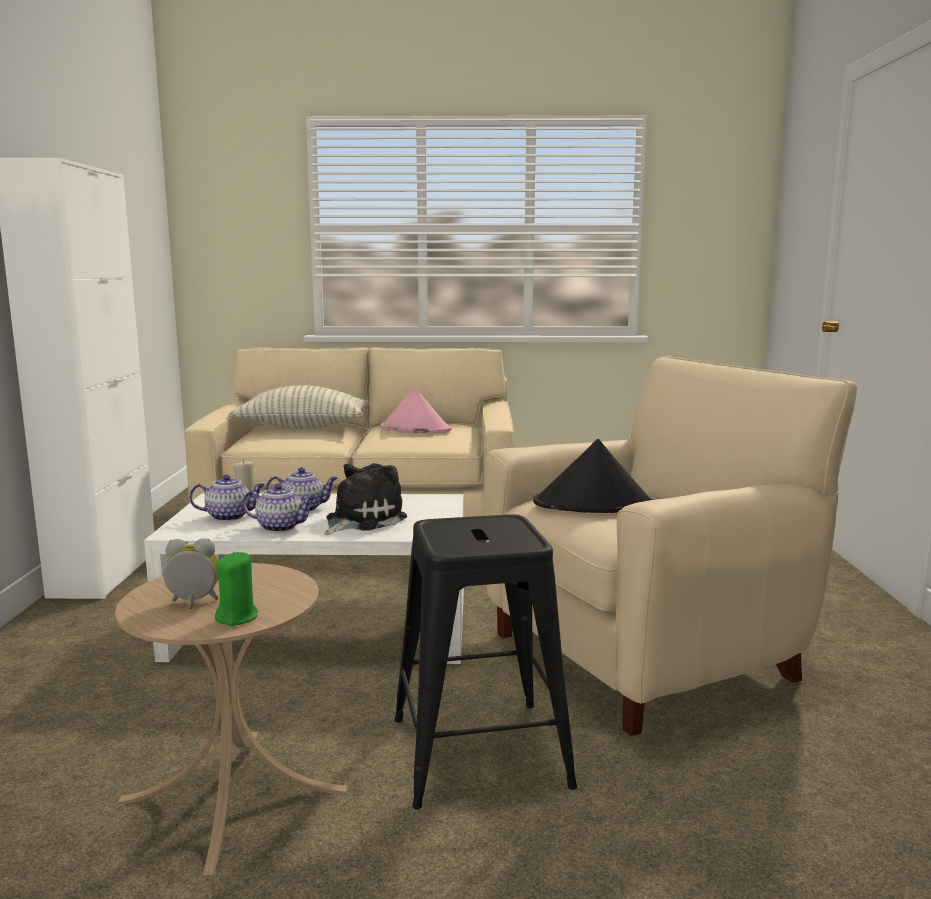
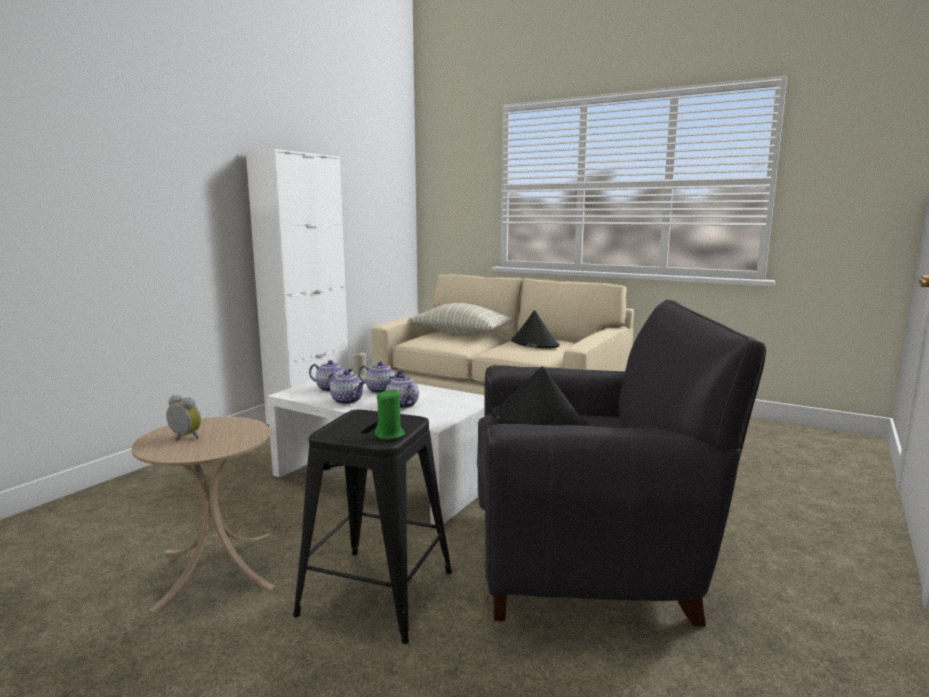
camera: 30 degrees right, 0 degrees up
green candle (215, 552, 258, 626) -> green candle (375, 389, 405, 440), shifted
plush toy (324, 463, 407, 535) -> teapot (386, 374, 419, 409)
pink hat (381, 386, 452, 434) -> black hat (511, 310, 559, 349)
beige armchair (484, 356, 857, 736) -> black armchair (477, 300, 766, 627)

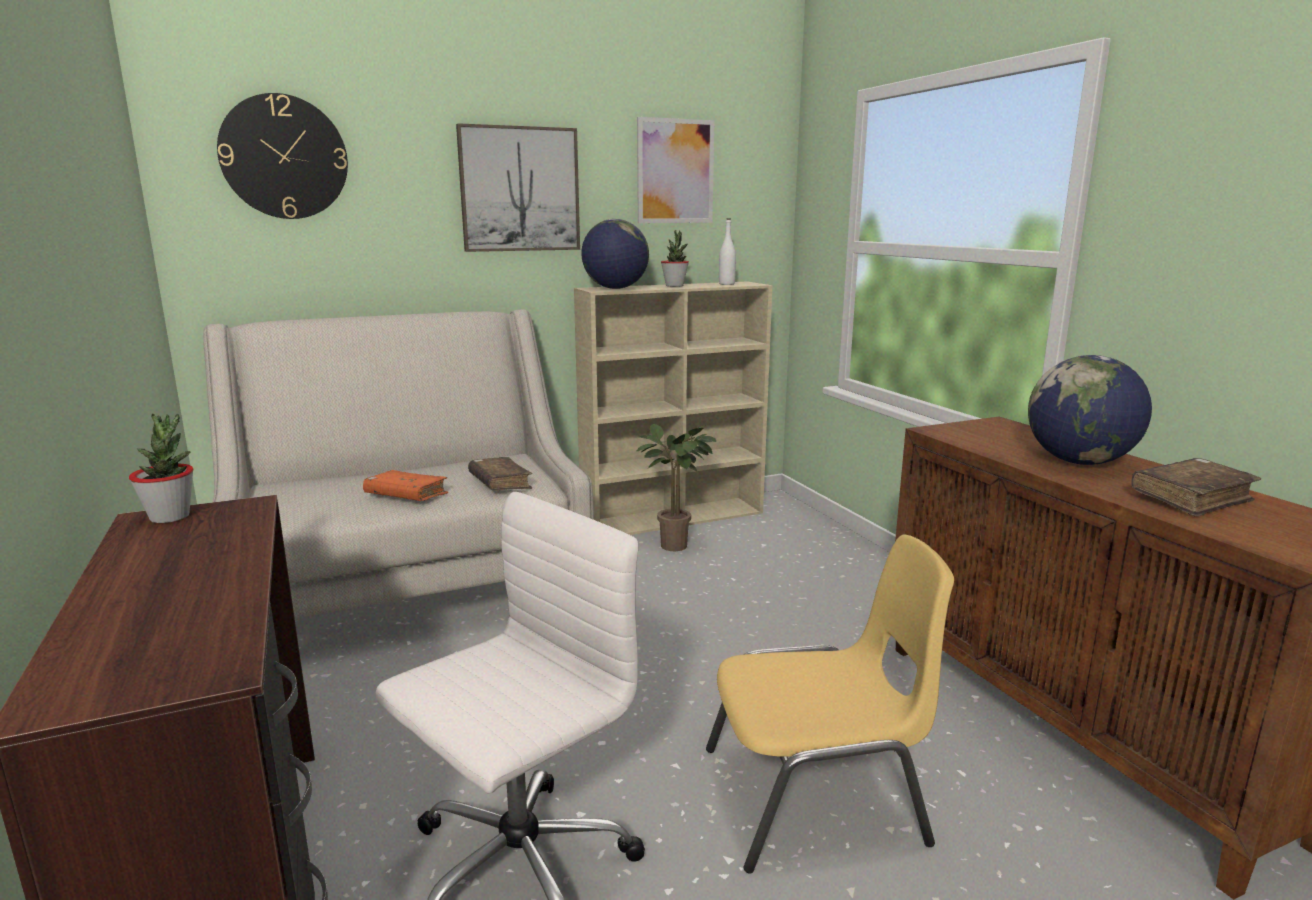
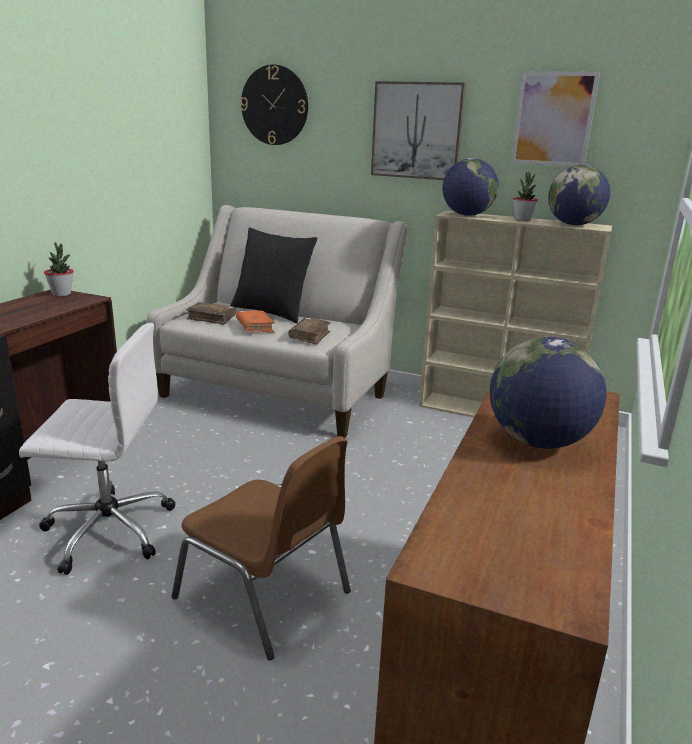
camera: 45 degrees right, 5 degrees up
potted plant (636, 424, 716, 551) -> none
yellow chair (706, 535, 954, 874) -> brown chair (172, 436, 351, 660)
white bottle (719, 219, 736, 285) -> globe (548, 165, 610, 225)
brown book (1131, 458, 1261, 517) -> brown book (186, 302, 236, 325), shifted
none -> black pillow (230, 227, 318, 323)

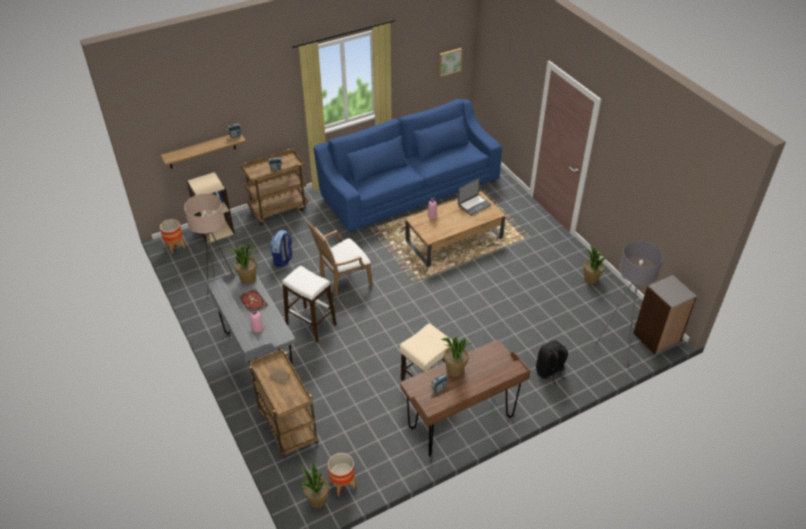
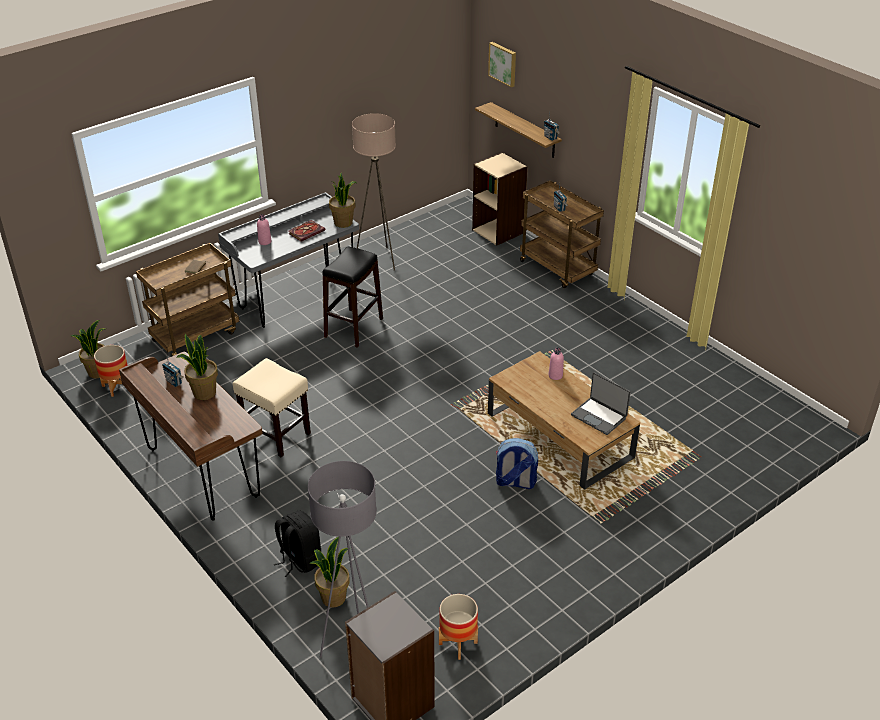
camera: 80 degrees right, 5 degrees down
planter (160, 219, 185, 254) -> planter (439, 594, 478, 660), shifted
backpack (270, 230, 292, 267) -> backpack (496, 438, 538, 489), shifted
white stool (282, 266, 337, 343) -> black stool (322, 247, 383, 348)
white armchair (307, 221, 372, 297) -> none
blue sofa (314, 99, 502, 232) -> none
picture (439, 48, 462, 77) -> picture (488, 42, 516, 87), shifted
potted plant (583, 246, 606, 284) -> potted plant (310, 537, 350, 607), shifted

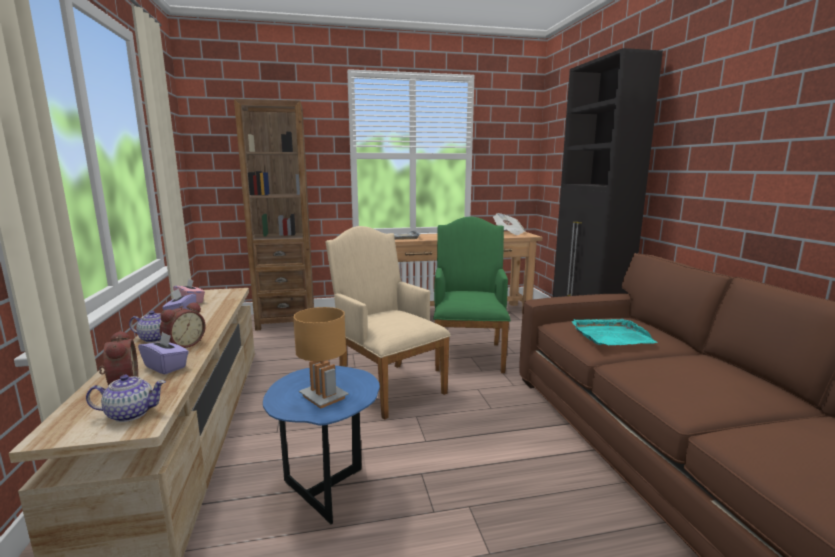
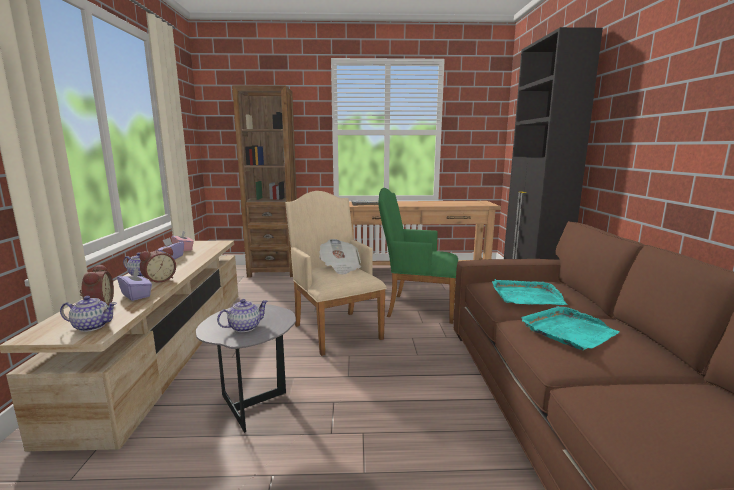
camera: 10 degrees right, 0 degrees up
blue side table (263, 366, 380, 525) -> grey side table (196, 304, 296, 433)
brown table lamp (293, 307, 349, 409) -> teapot (217, 299, 268, 332)
green armchair (433, 216, 511, 373) -> green armchair (378, 188, 458, 324), 90 degrees counterclockwise
newspaper (493, 213, 525, 235) -> newspaper (319, 239, 361, 275), shifted
none -> turquoise tray (521, 306, 620, 350)

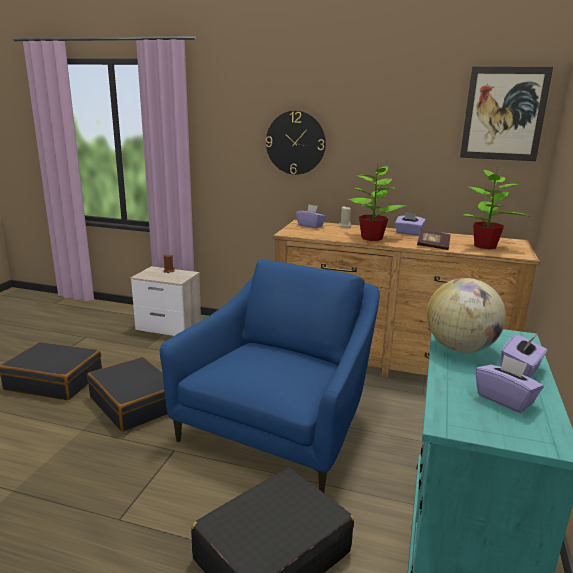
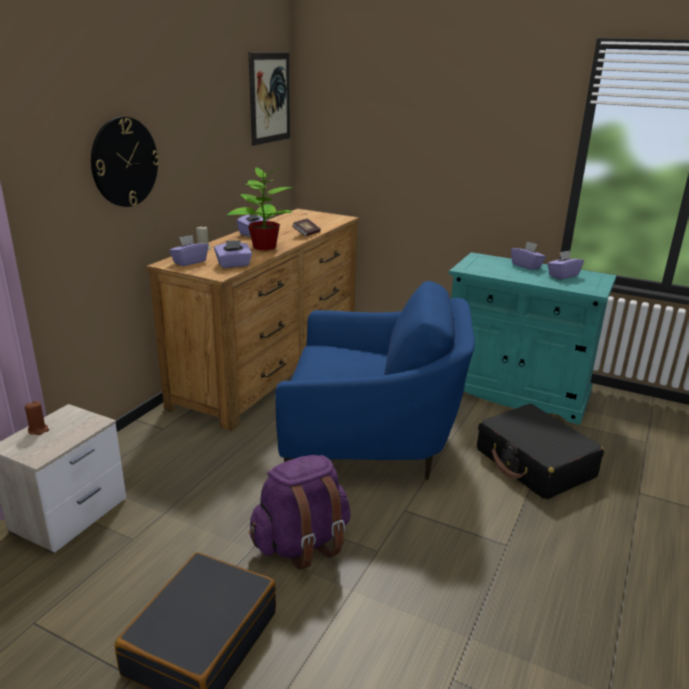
camera: 80 degrees left, 5 degrees up
black suitcase (87, 356, 168, 432) -> purple backpack (249, 455, 351, 570)
blue armchair (160, 260, 380, 493) -> blue armchair (275, 281, 475, 479), 150 degrees clockwise
globe (427, 278, 506, 353) -> none
potted plant (463, 168, 531, 249) -> none
none -> purple tissue box (214, 240, 252, 268)

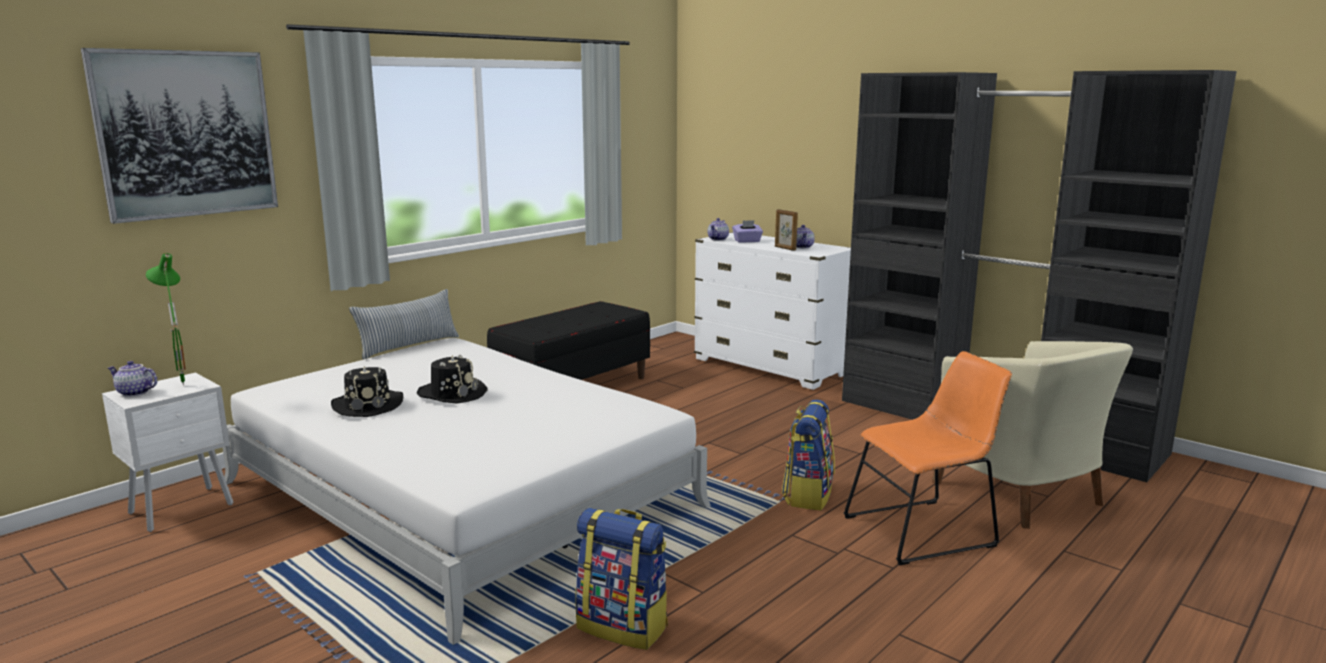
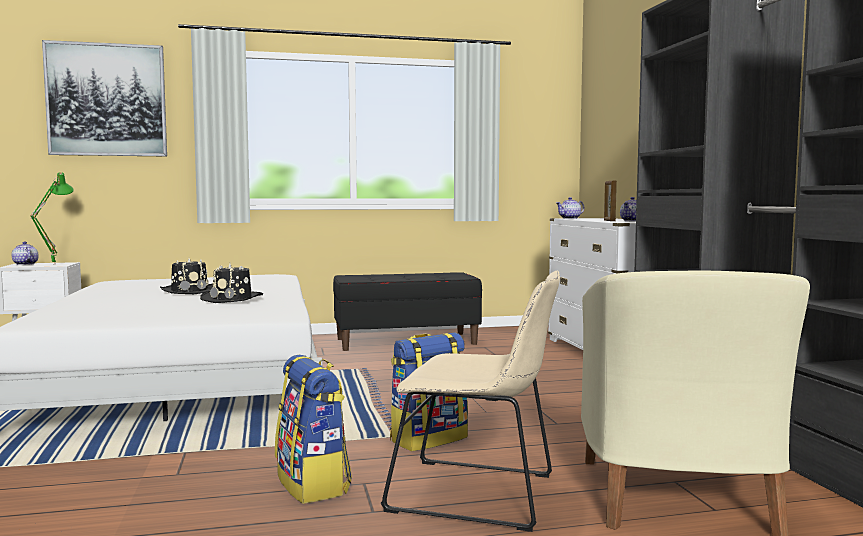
camera: 35 degrees right, 10 degrees down
black hat (331, 366, 403, 417) -> black hat (200, 263, 263, 303), shifted
pillow (349, 289, 459, 359) -> none
backpack (575, 508, 668, 650) -> backpack (275, 355, 352, 504), shifted
purple tissue box (732, 220, 763, 243) -> none
orange chair (843, 351, 1012, 566) -> beige chair (381, 271, 560, 532)

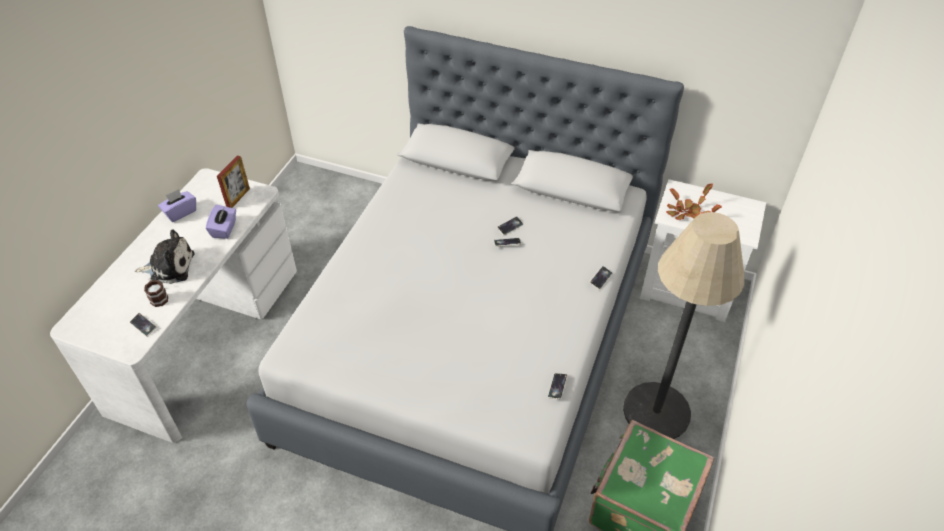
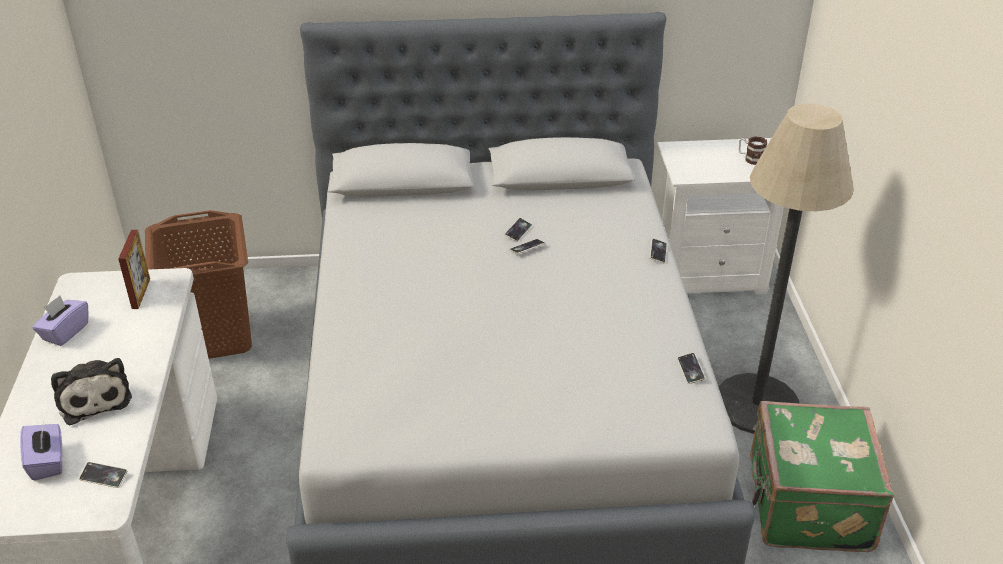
camera: 25 degrees left, 10 degrees down
plush toy (135, 230, 194, 284) -> plush toy (51, 358, 132, 425), 90 degrees clockwise
mug (144, 278, 168, 307) -> mug (739, 136, 767, 165), shifted
purple tissue box (206, 205, 236, 239) -> purple tissue box (20, 422, 62, 481), shifted
potted plant (666, 183, 722, 220) -> none
none -> brown laundry basket (145, 210, 252, 359)

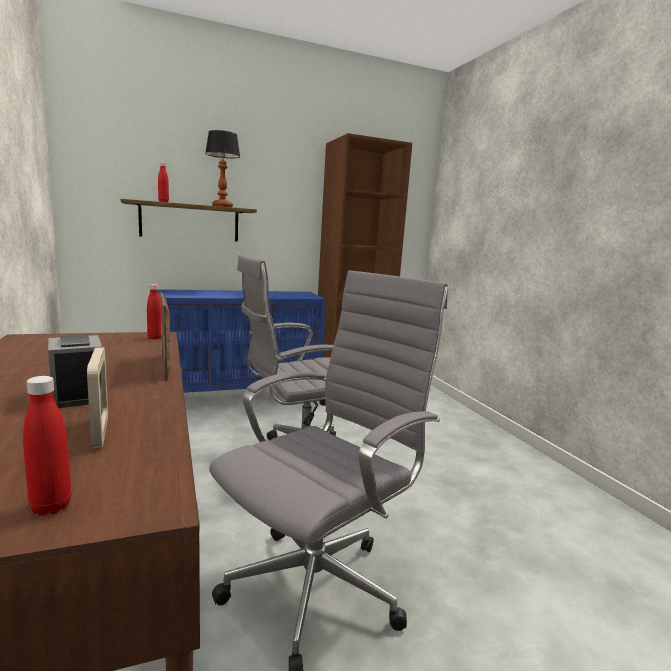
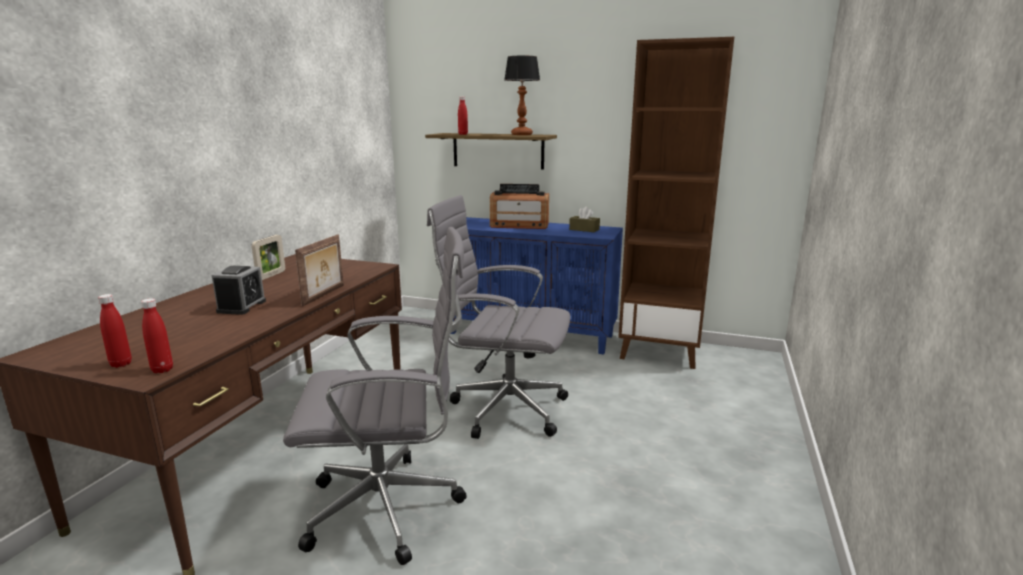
camera: 40 degrees right, 5 degrees up
picture frame (87, 347, 108, 448) -> picture frame (251, 235, 285, 280), shifted
red bottle (147, 284, 162, 339) -> red bottle (141, 298, 173, 373), shifted
none -> radio (490, 184, 549, 229)
none -> brown tissue box (569, 207, 600, 232)

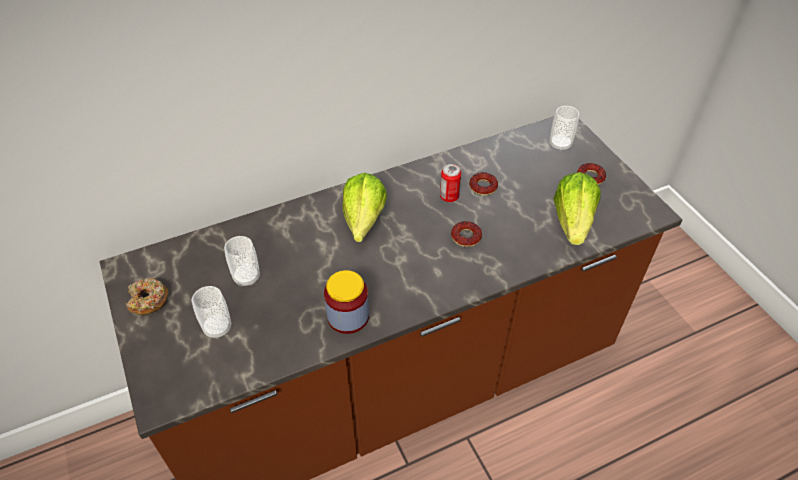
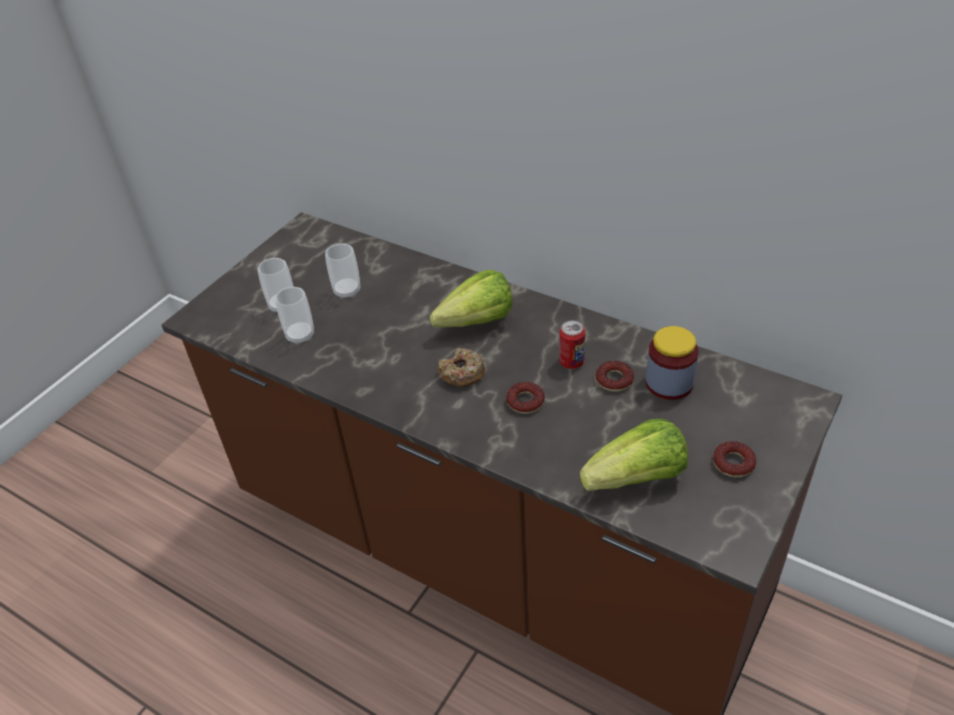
camera: 60 degrees right, 5 degrees down
donut (126, 278, 169, 315) -> donut (438, 348, 485, 387), shifted
jar (324, 270, 369, 334) -> jar (646, 326, 699, 400), shifted
cup (549, 106, 580, 151) -> cup (275, 287, 314, 345), shifted

